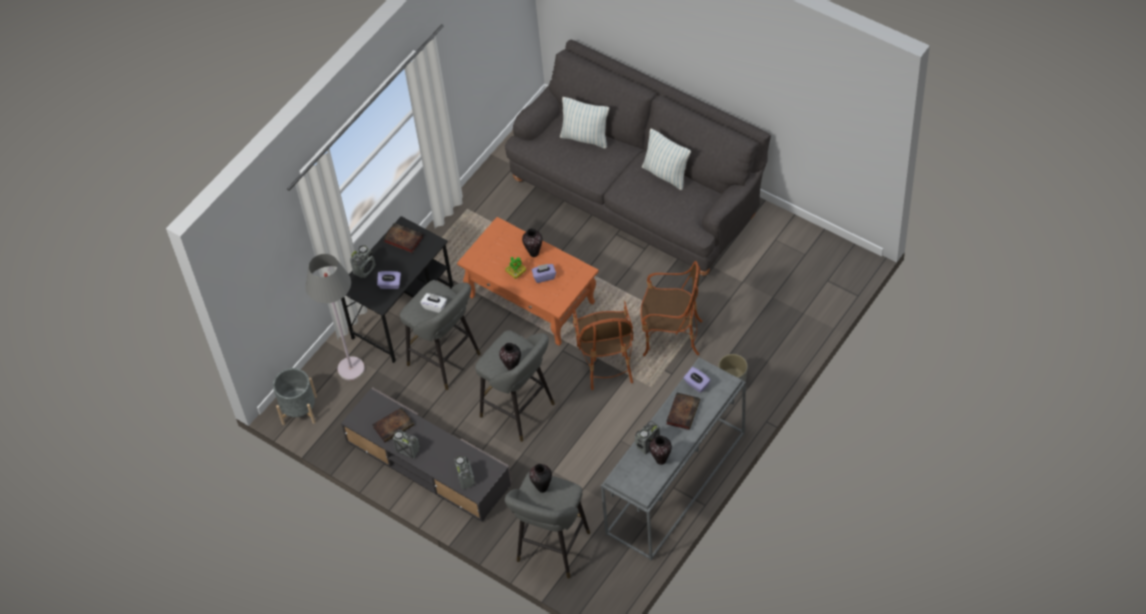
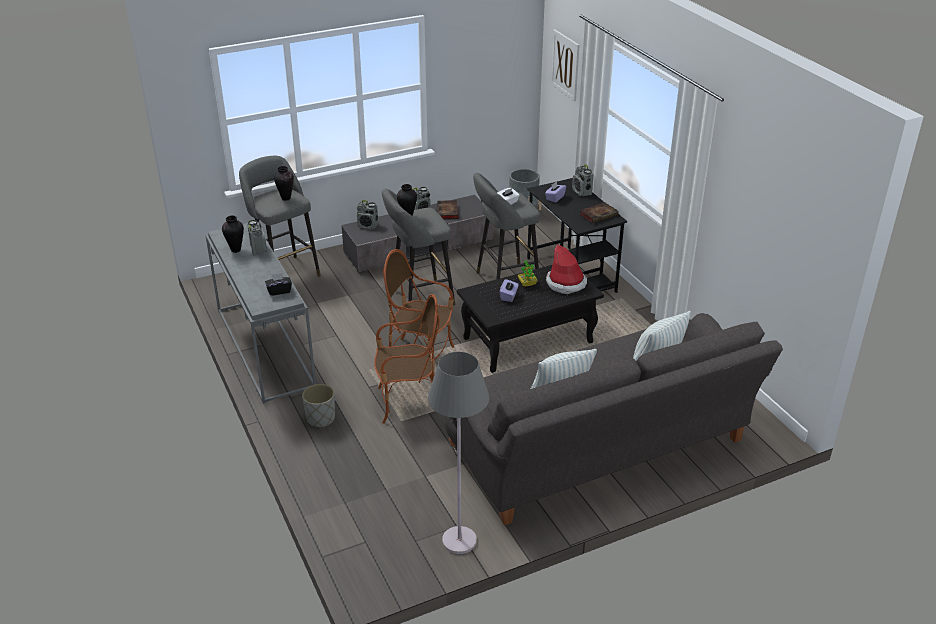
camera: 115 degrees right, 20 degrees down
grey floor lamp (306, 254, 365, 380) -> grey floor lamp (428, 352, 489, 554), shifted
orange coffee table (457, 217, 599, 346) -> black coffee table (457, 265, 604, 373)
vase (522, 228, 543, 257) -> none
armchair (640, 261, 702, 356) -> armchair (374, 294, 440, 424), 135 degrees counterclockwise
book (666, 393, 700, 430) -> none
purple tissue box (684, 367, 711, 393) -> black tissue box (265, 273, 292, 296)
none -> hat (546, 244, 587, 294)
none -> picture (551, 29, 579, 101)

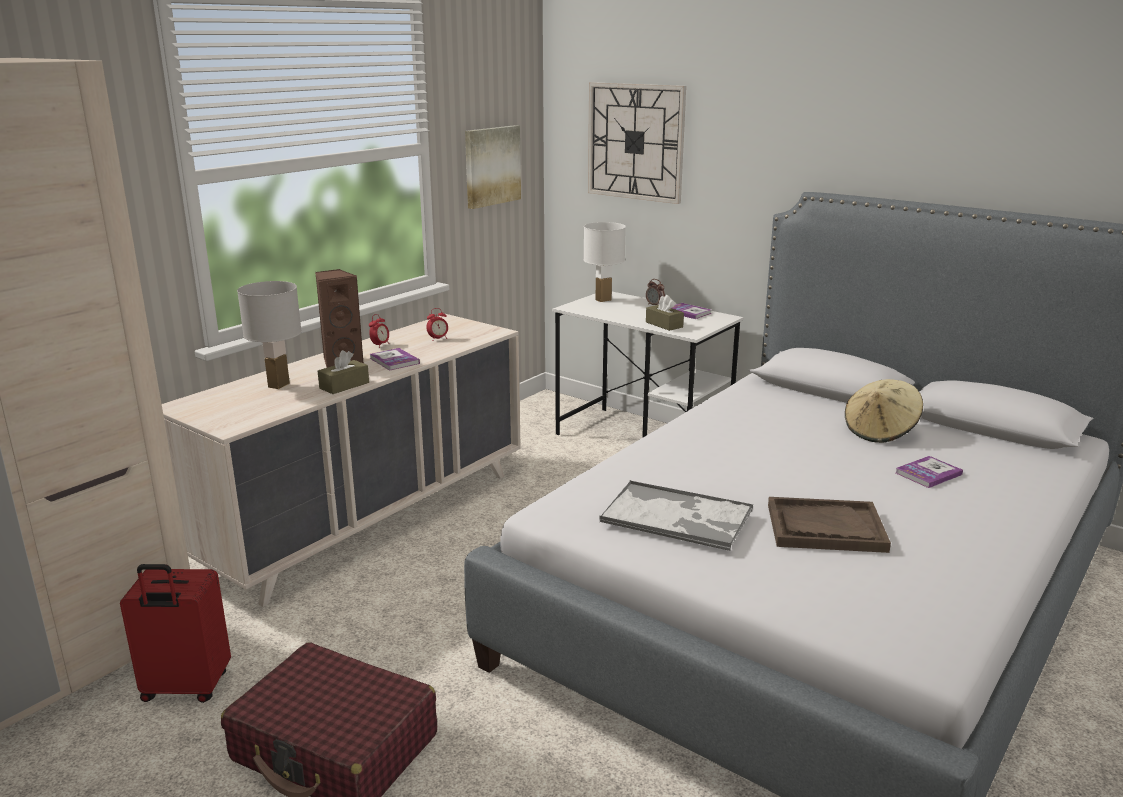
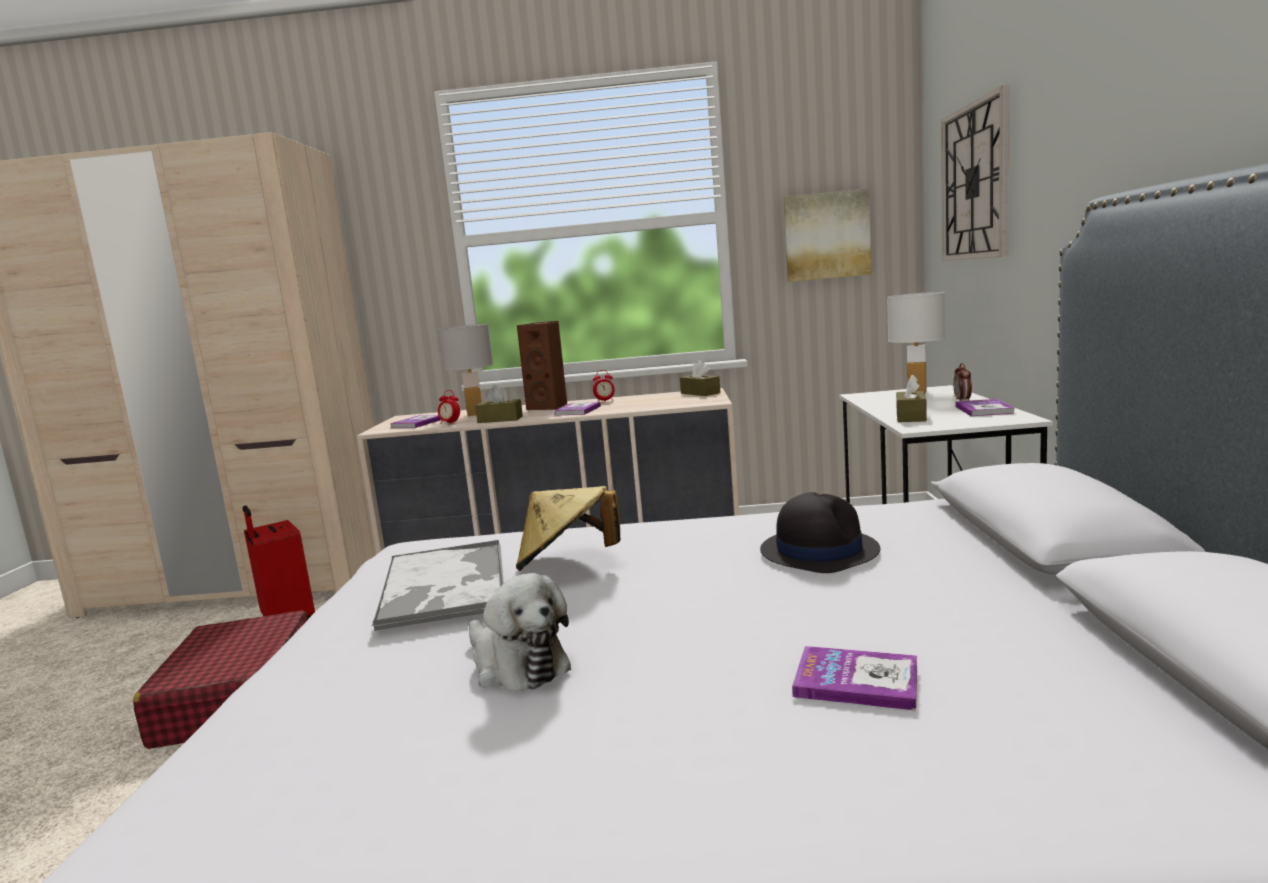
camera: 55 degrees right, 10 degrees down
alarm clock (426, 308, 448, 340) -> alarm clock (438, 390, 460, 424), shifted
brown tray (768, 497, 891, 553) -> plush toy (469, 573, 571, 691)
beige hat (845, 379, 923, 443) -> beige hat (516, 486, 621, 571), shifted
none -> book (389, 415, 441, 428)
none -> brown tissue box (680, 360, 720, 396)
none -> black hat (760, 492, 880, 573)

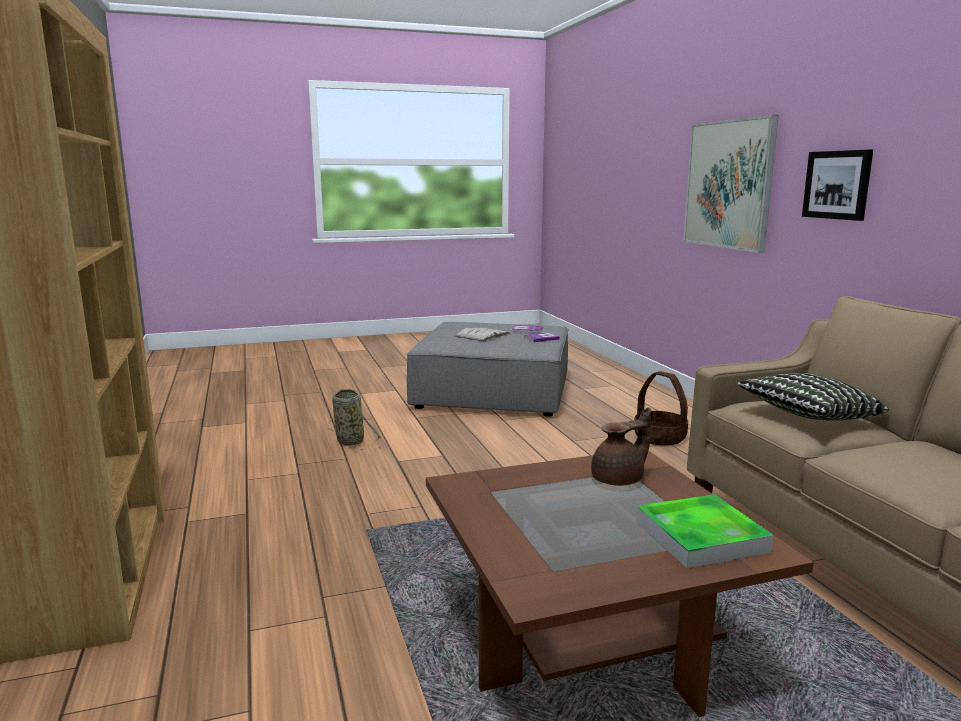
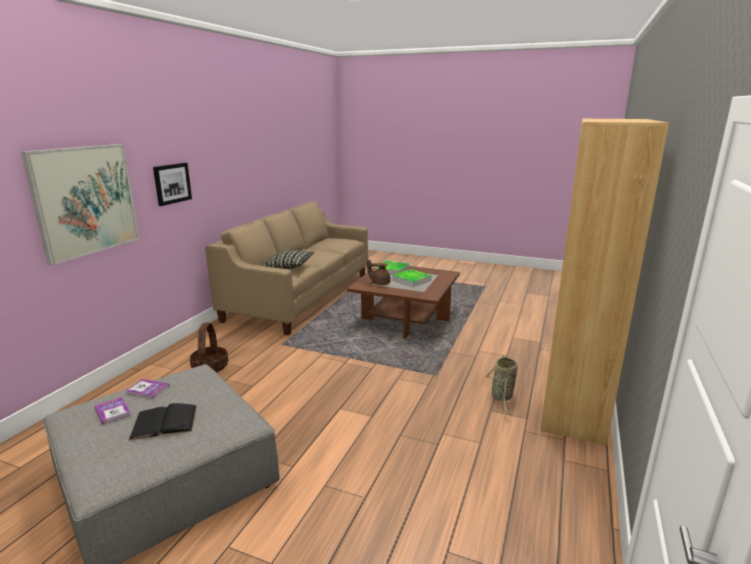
camera: 140 degrees left, 5 degrees up
basket (328, 389, 381, 450) -> basket (486, 355, 518, 415), shifted
white book (455, 327, 510, 341) -> black book (129, 403, 197, 440)
none -> tray (392, 269, 432, 287)

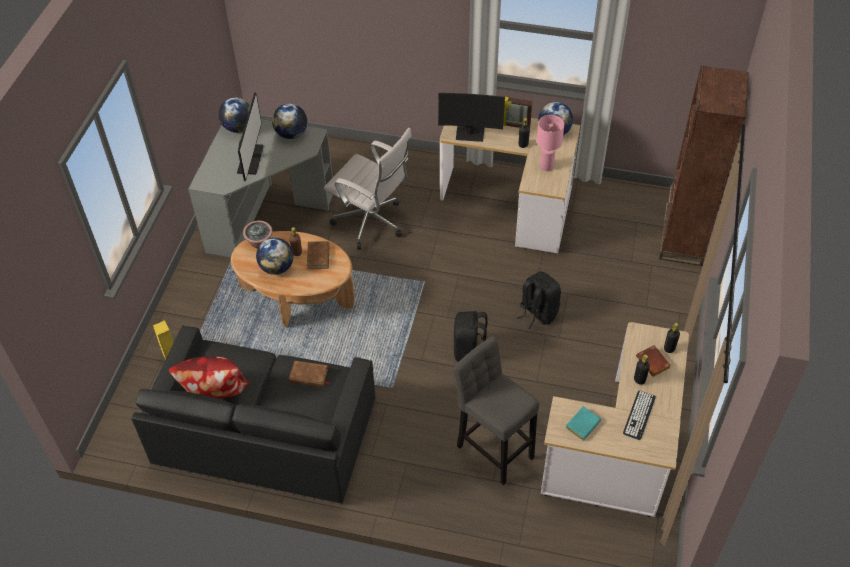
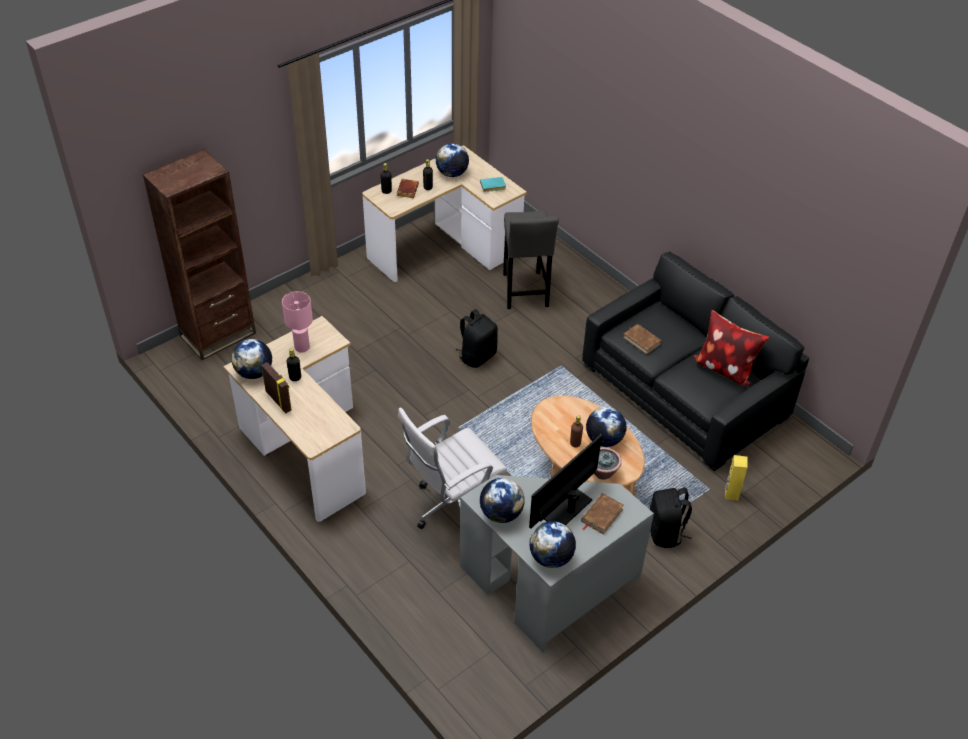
camera: 145 degrees left, 5 degrees down
brown book (307, 241, 330, 270) -> brown book (581, 493, 624, 534), shifted
white office chair (324, 128, 412, 250) -> white office chair (398, 407, 507, 529), 105 degrees counterclockwise
monitor (438, 93, 505, 142) -> none
black backpack (517, 271, 561, 329) -> black backpack (650, 488, 692, 548), shifted
keyboard (623, 390, 656, 440) -> globe (436, 143, 469, 177)

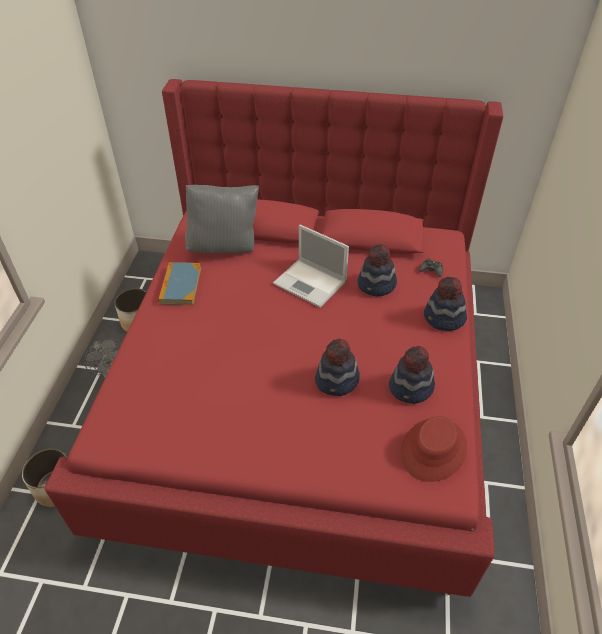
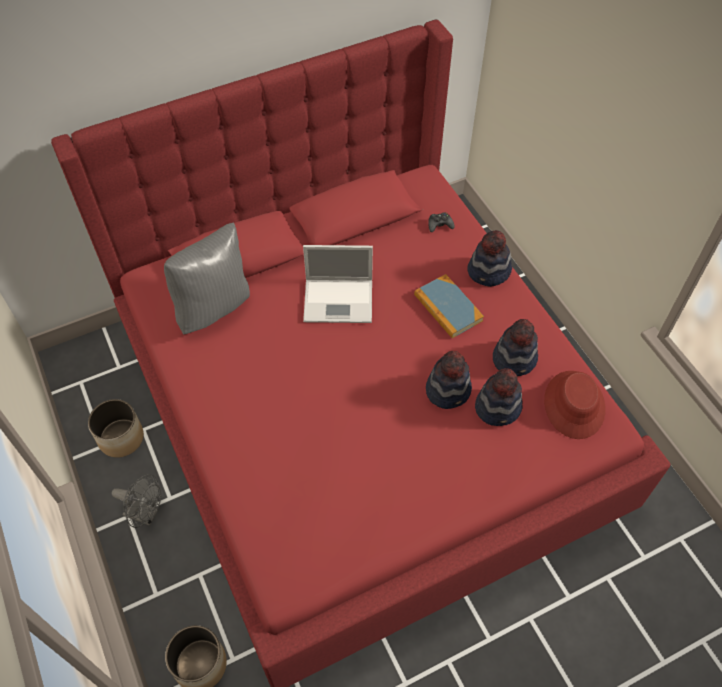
camera: 35 degrees left, 10 degrees up
book (158, 262, 201, 305) -> book (414, 274, 484, 338), shifted
hat (357, 244, 397, 296) -> hat (475, 368, 523, 426), shifted

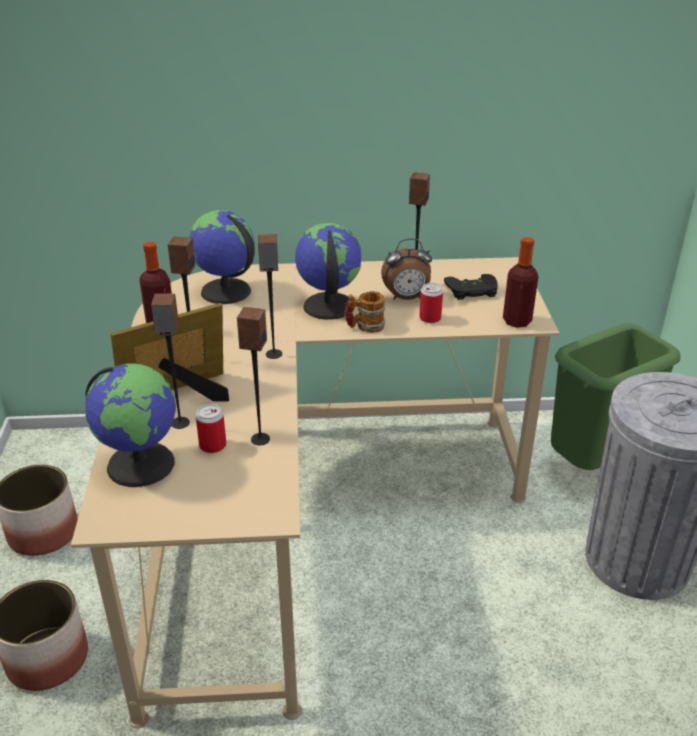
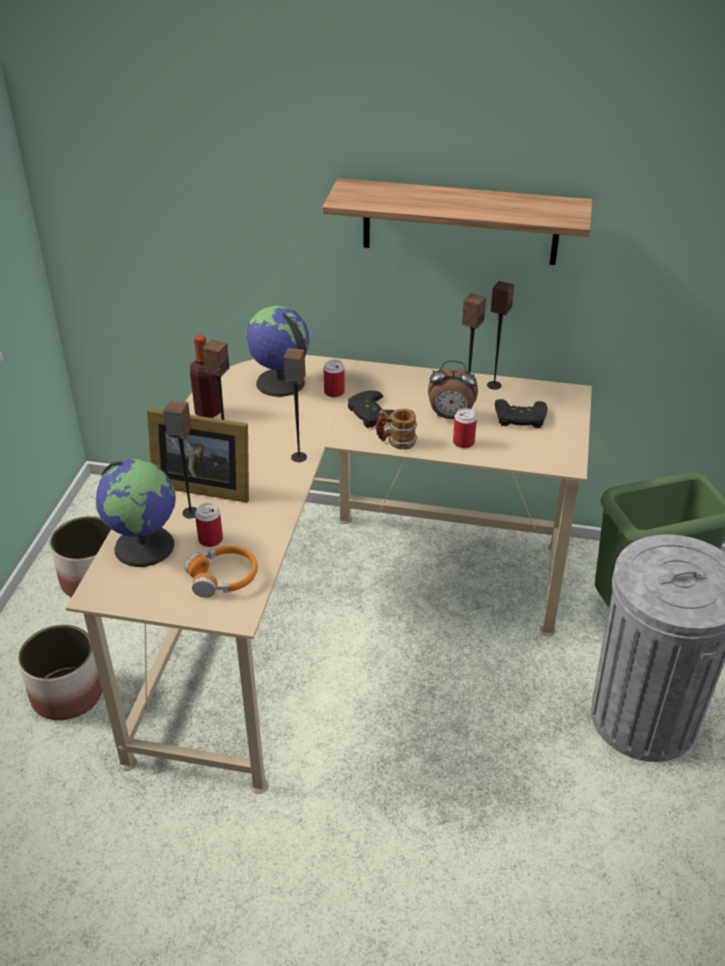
camera: 15 degrees right, 5 degrees up
picture frame (110, 303, 229, 402) -> picture frame (147, 408, 249, 503), 150 degrees counterclockwise
speaker (237, 307, 270, 445) -> speaker (487, 281, 514, 390), shifted
globe (294, 223, 361, 320) -> black game controller (348, 390, 395, 428)
bottle (503, 237, 538, 328) -> none
none -> orange headphones (184, 546, 258, 598)
none -> shelf (322, 178, 592, 265)
none -> can (324, 359, 345, 397)

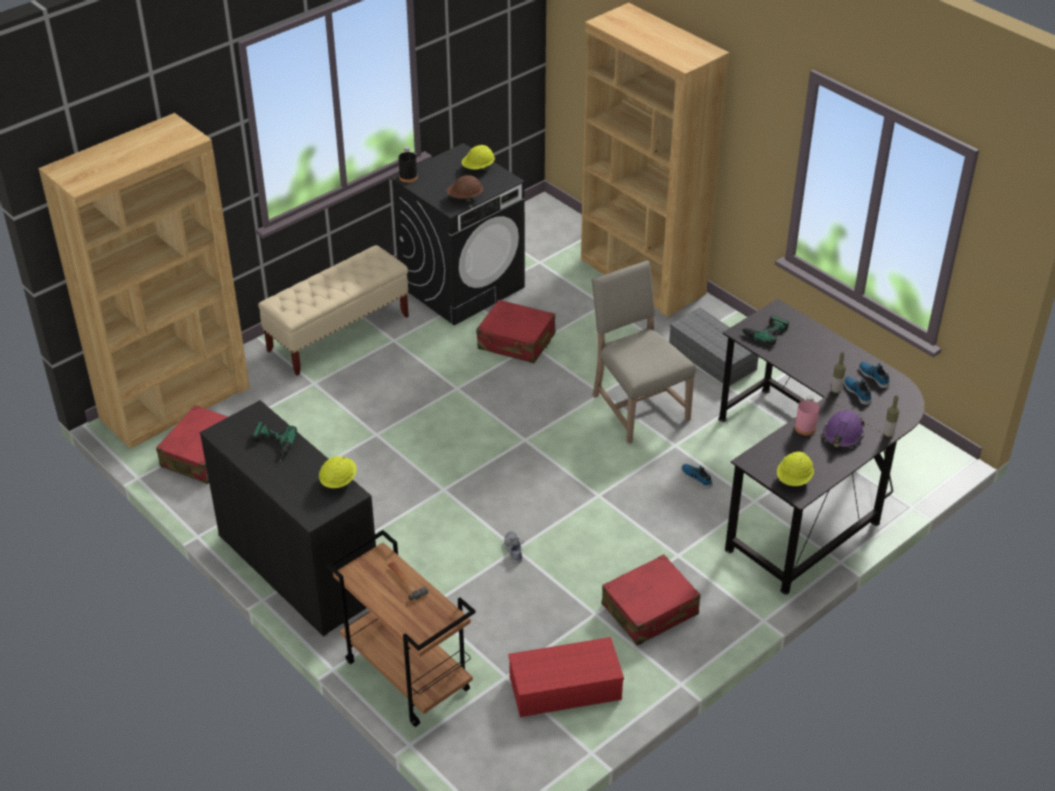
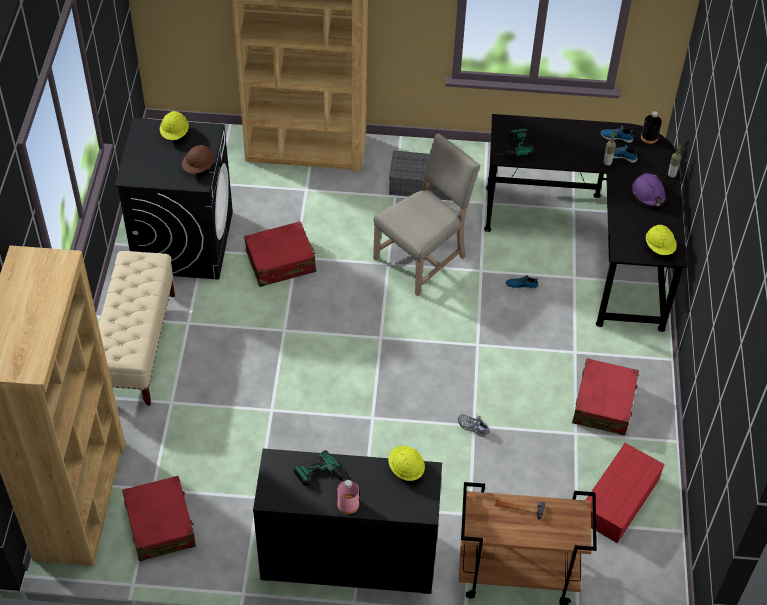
camera: 45 degrees left, 10 degrees up
black bottle (398, 146, 418, 183) -> black bottle (641, 111, 662, 144), shifted
beige chair (591, 260, 696, 444) -> beige chair (373, 134, 481, 296), 120 degrees clockwise
pink bottle (795, 395, 819, 436) -> pink bottle (337, 480, 359, 514), shifted

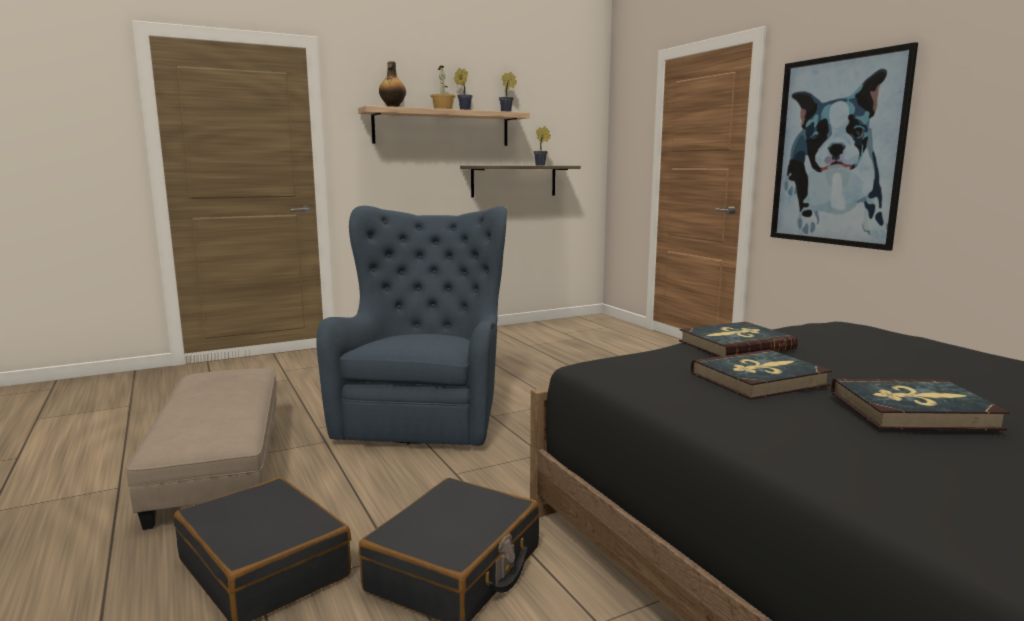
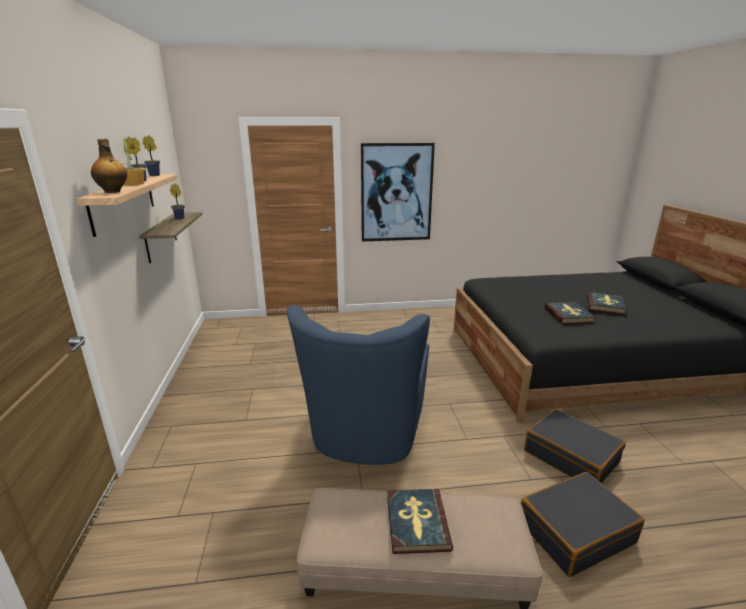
camera: 70 degrees left, 10 degrees up
blue armchair (316, 206, 507, 446) -> blue armchair (287, 305, 430, 465), 105 degrees counterclockwise
book (679, 322, 798, 357) -> book (387, 489, 453, 554), shifted

